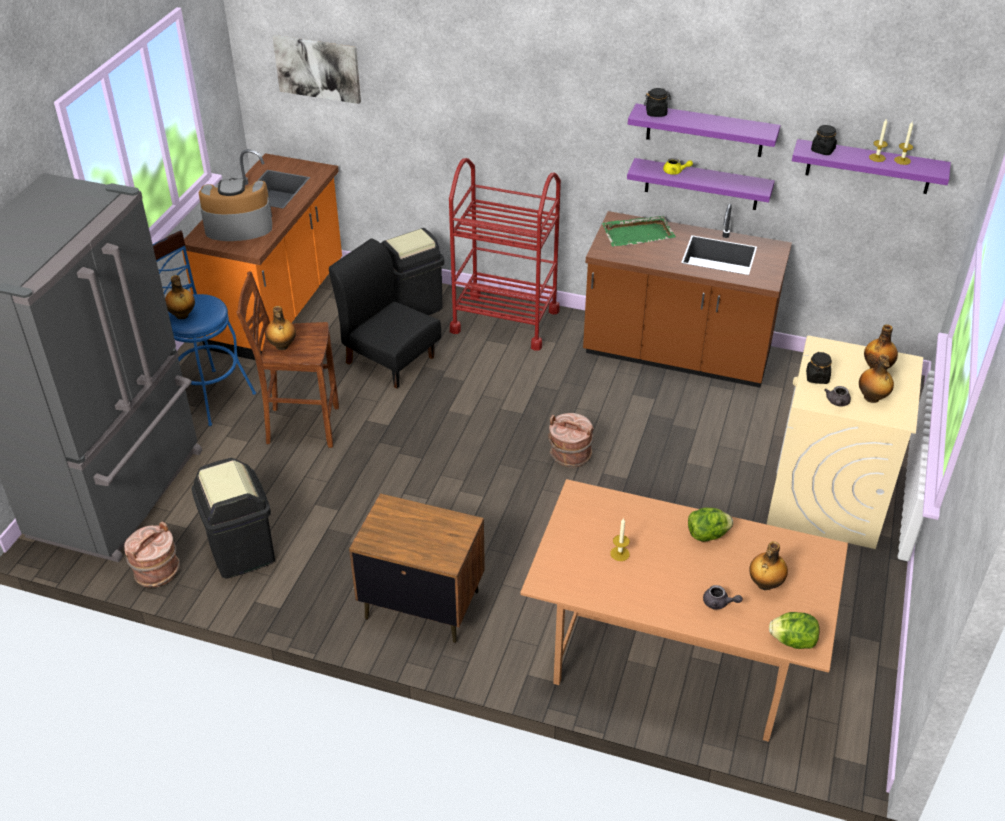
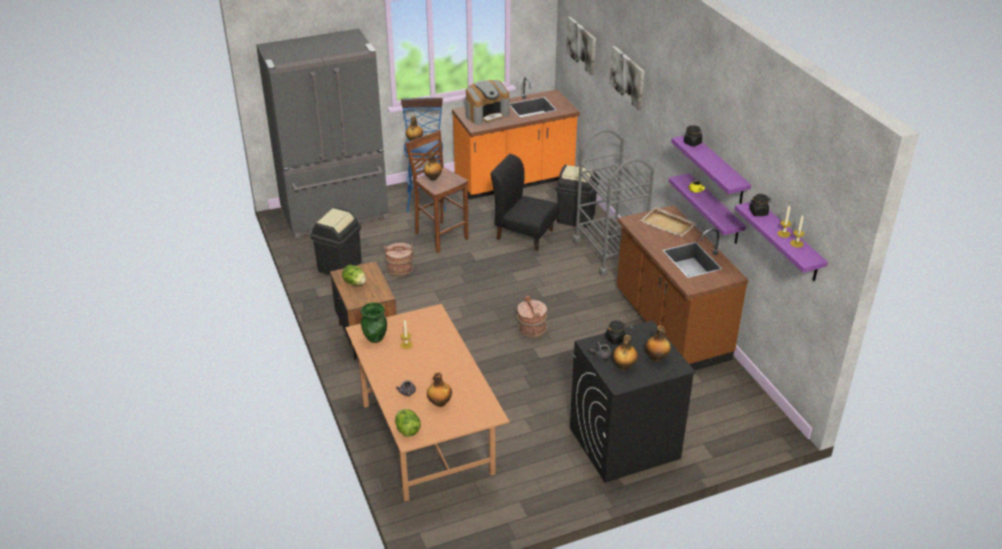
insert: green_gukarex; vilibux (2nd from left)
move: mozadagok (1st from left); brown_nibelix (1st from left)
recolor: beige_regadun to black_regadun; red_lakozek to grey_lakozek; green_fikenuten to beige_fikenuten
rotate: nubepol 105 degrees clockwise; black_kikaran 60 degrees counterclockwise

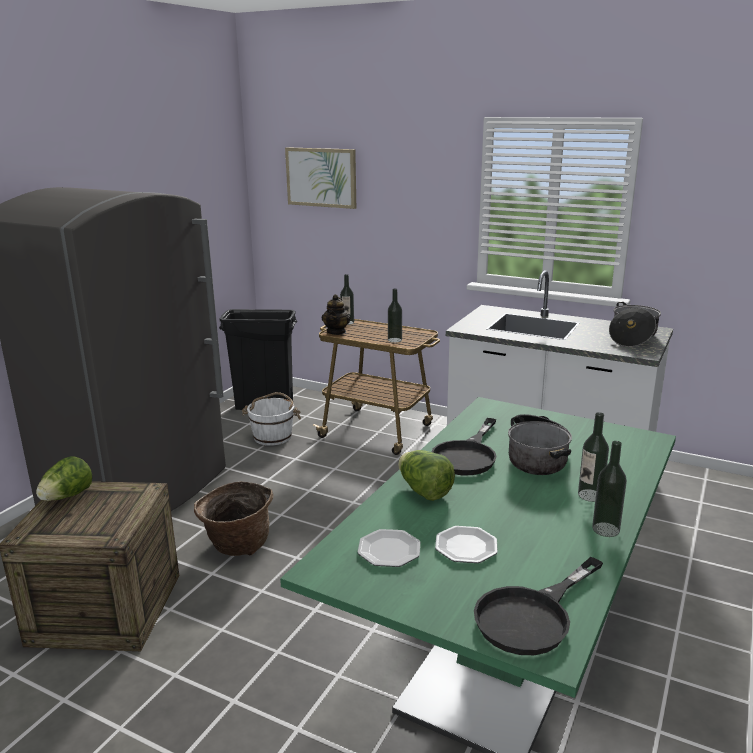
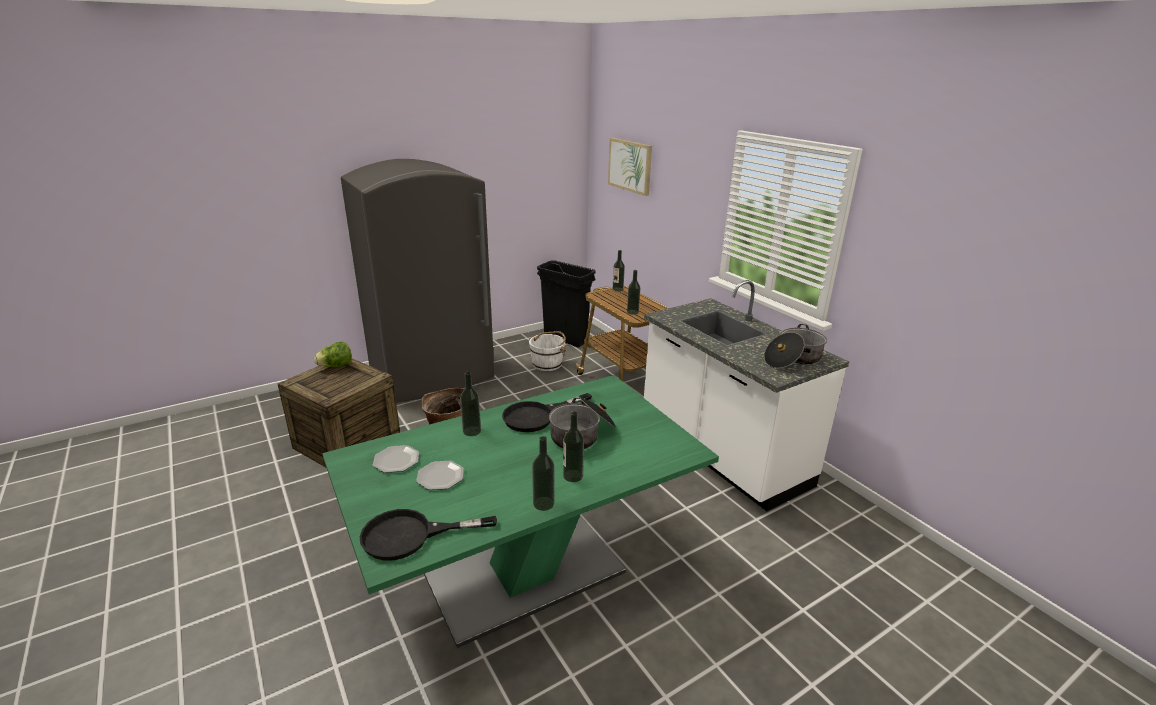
delete: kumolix
replace: mozadagok (2nd from left) to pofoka (1st from left)

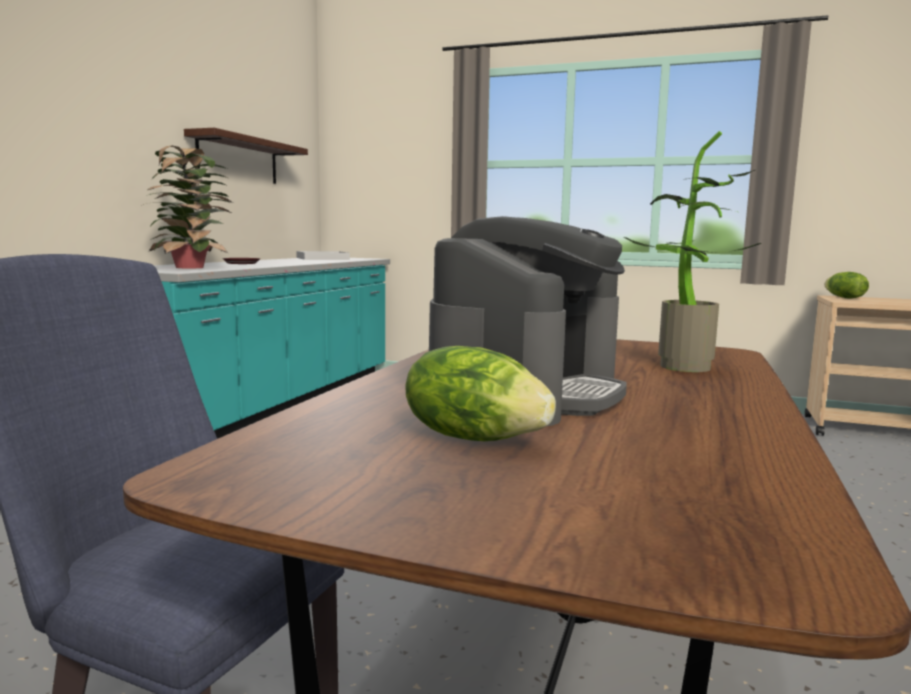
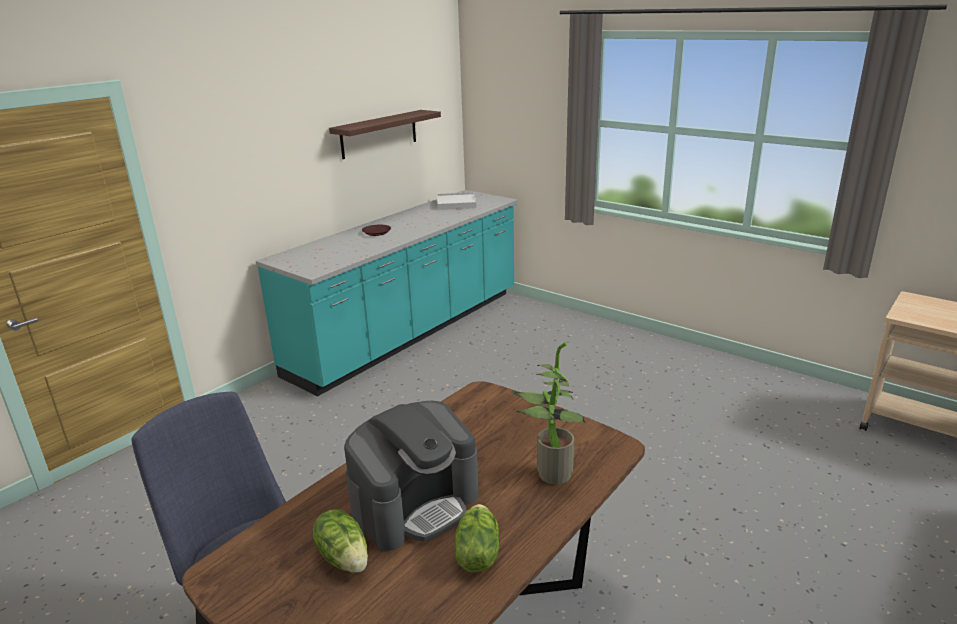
delete: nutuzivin (1st from left)
move: mozadagok (2nd from left)

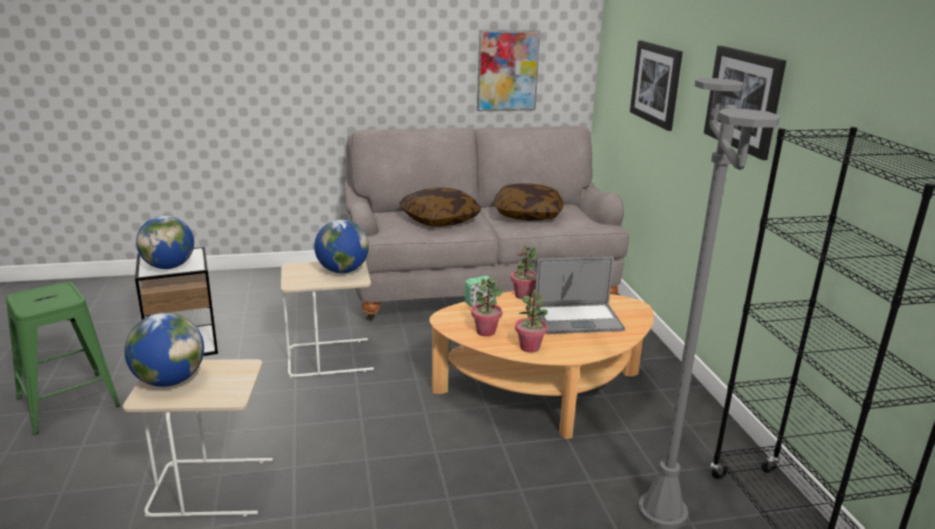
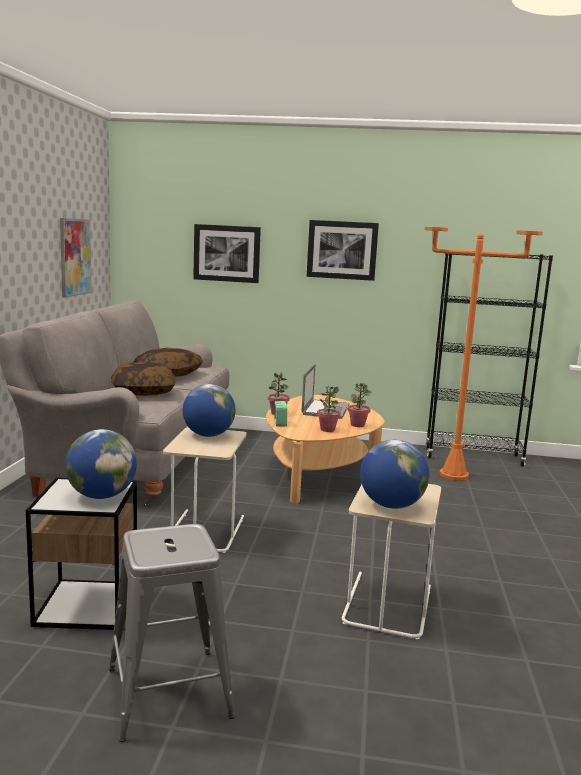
recolor: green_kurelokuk to grey_kurelokuk; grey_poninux to orange_poninux

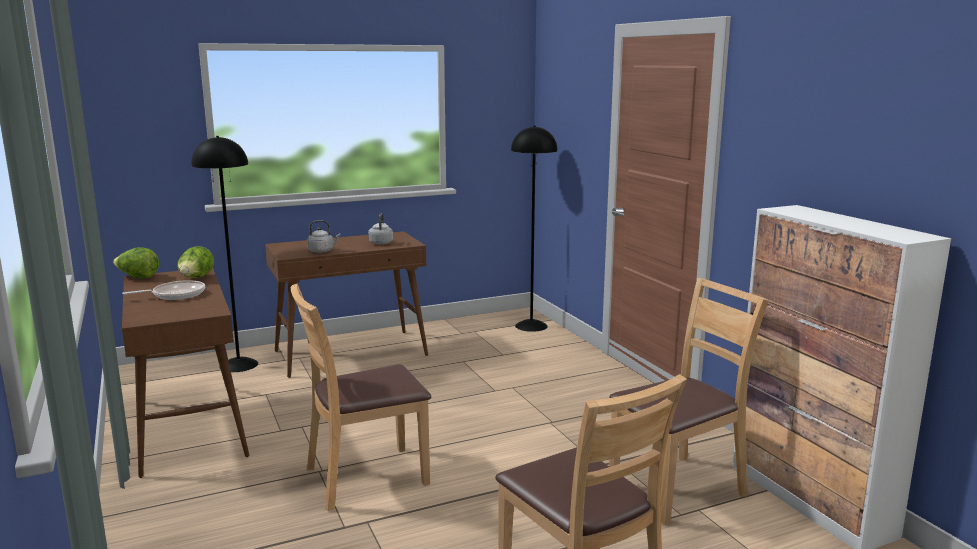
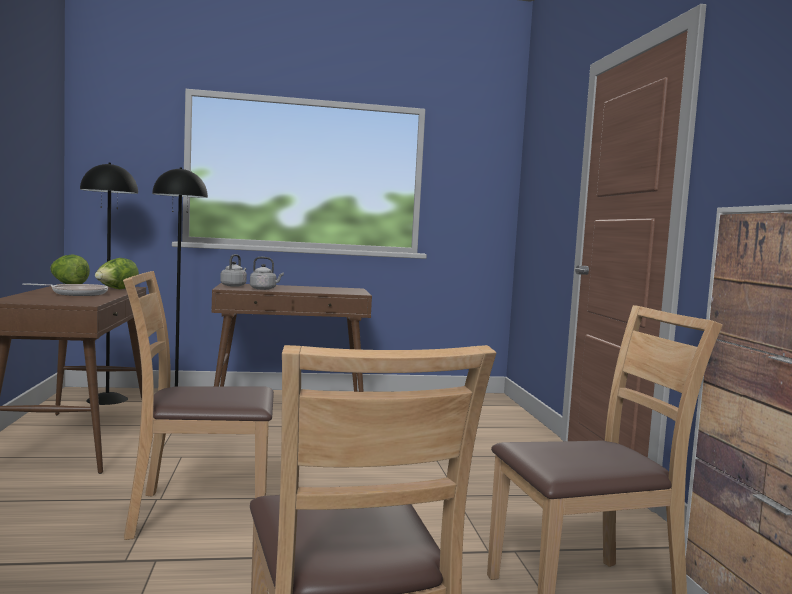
move: black_poninux (2nd from left in the first image) to black_poninux (1st from left); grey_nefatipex (2nd from left in the first image) to grey_nefatipex (1st from left)

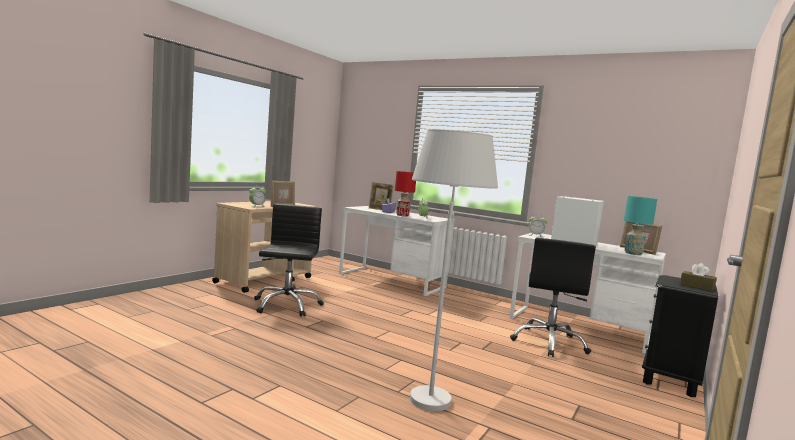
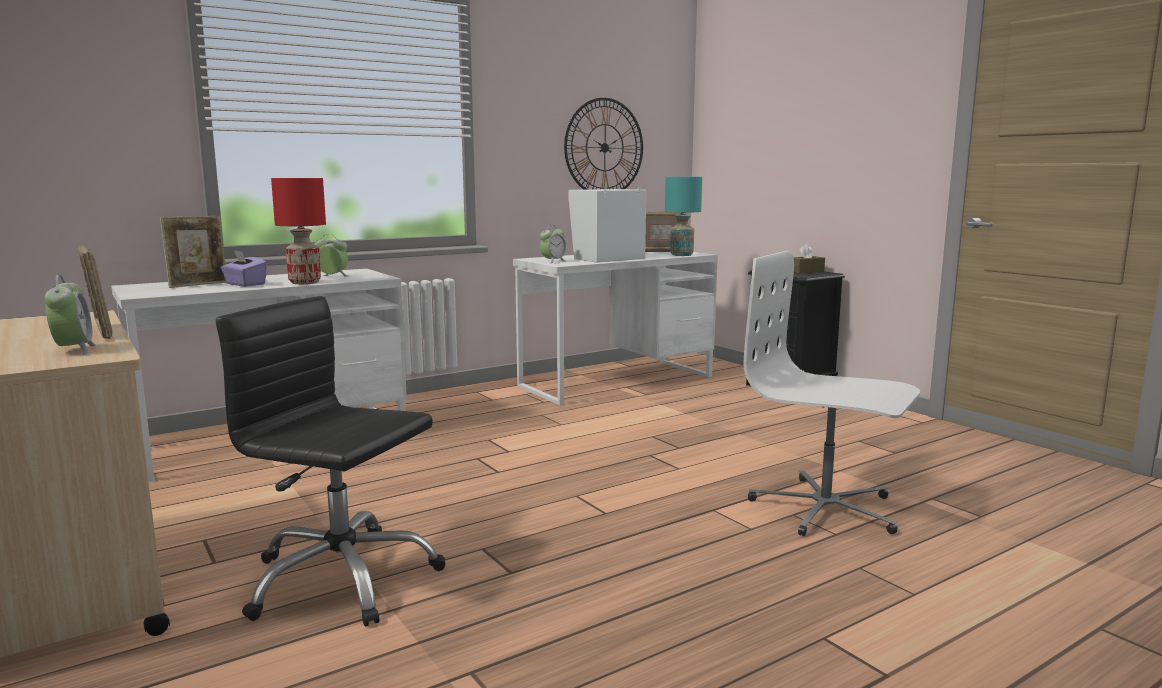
delete: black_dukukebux (2nd from left)
insert: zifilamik
replace: white_poninux to white_dukukebux

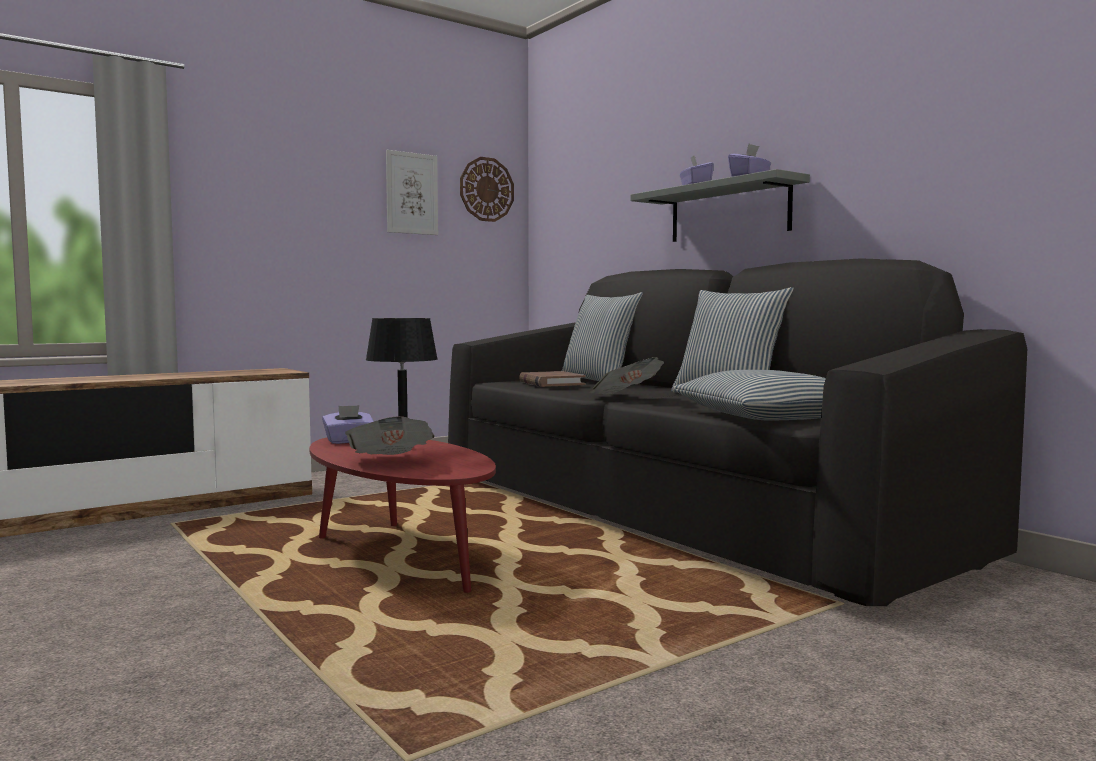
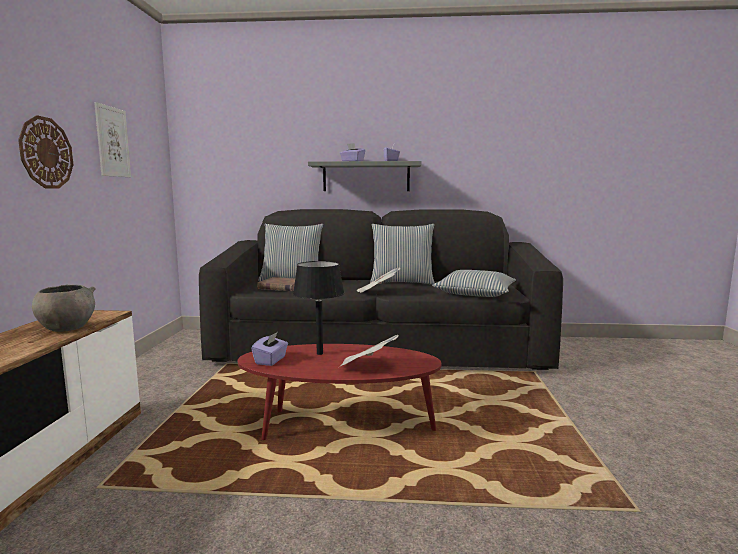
insert: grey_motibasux
move: zifilamik

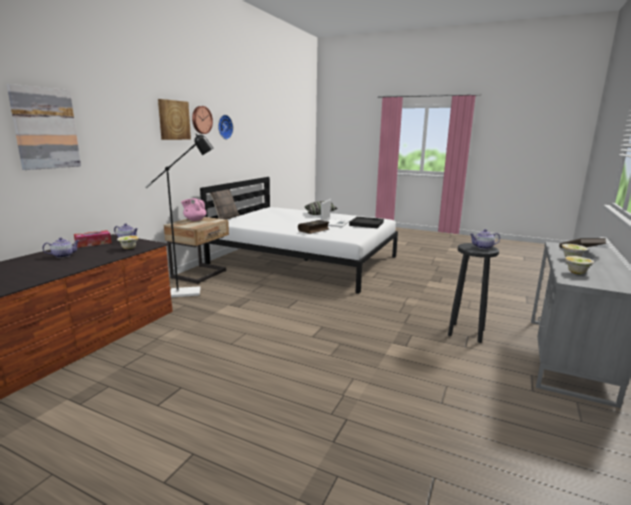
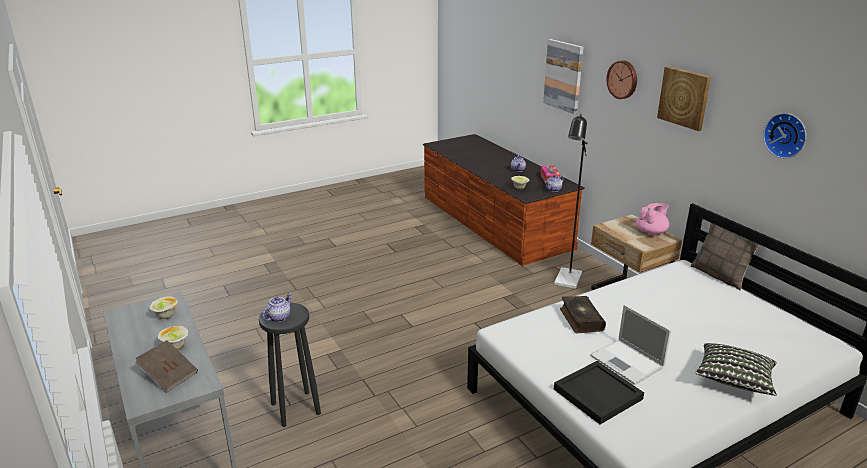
move: zifilamik (1st from left)

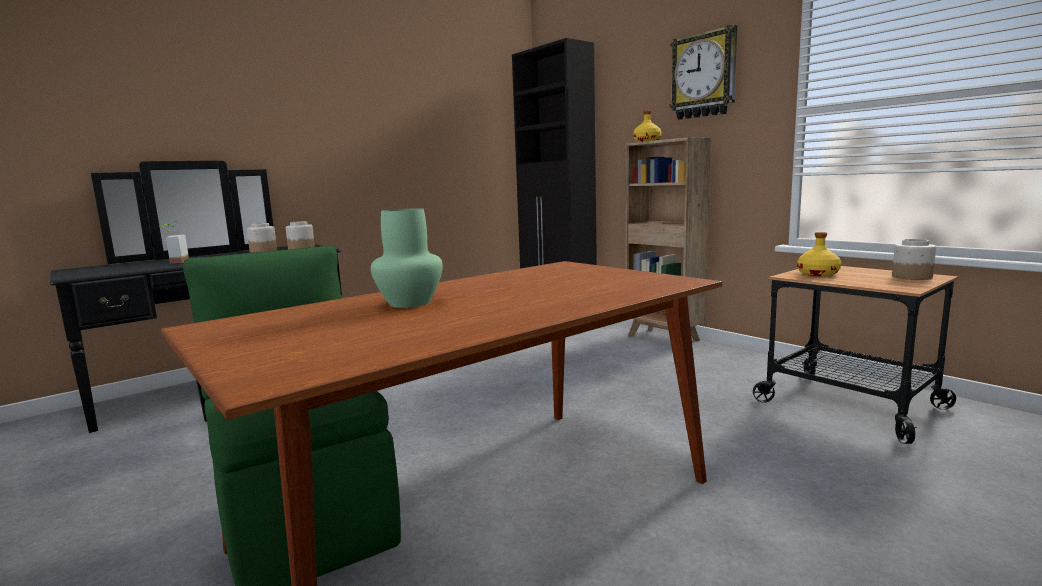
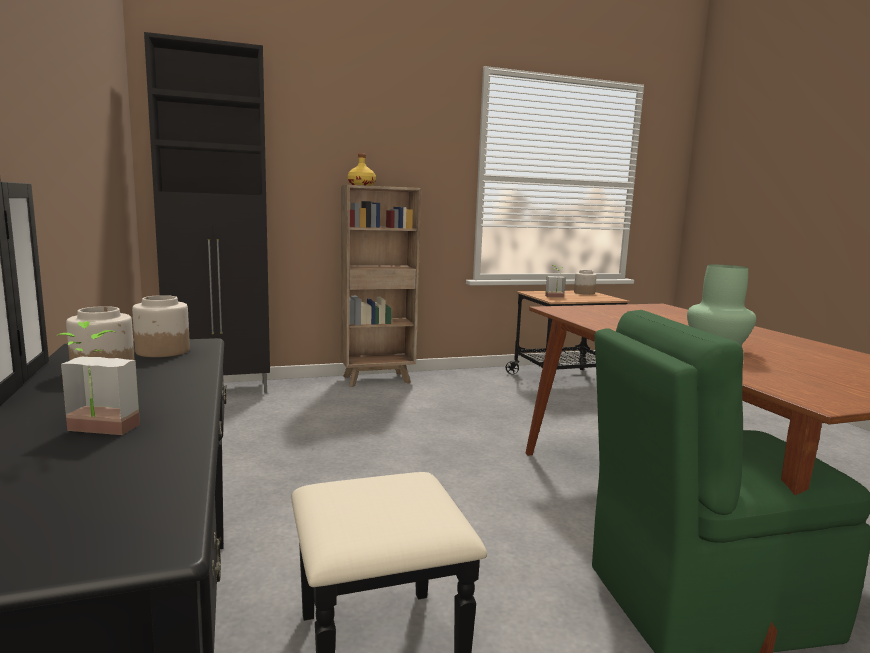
delete: zifilamik
replace: yellow_pofoka (2nd from left) to nutuzivin (2nd from left)

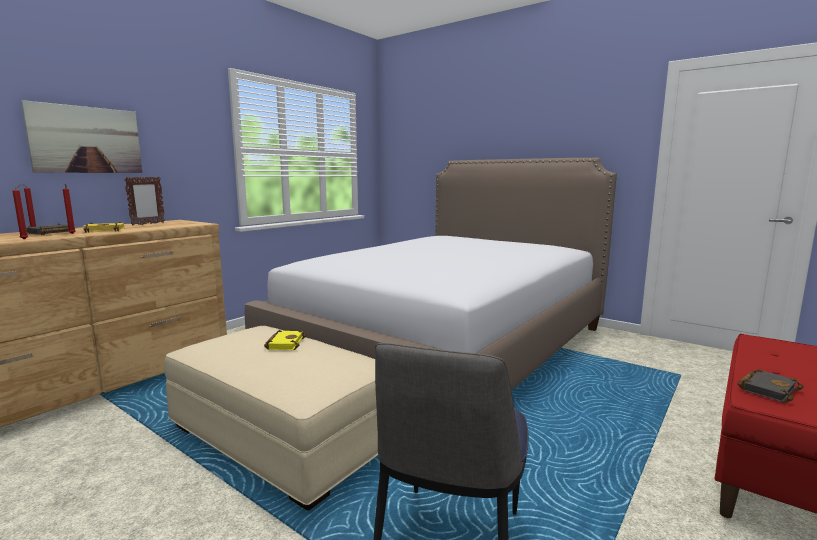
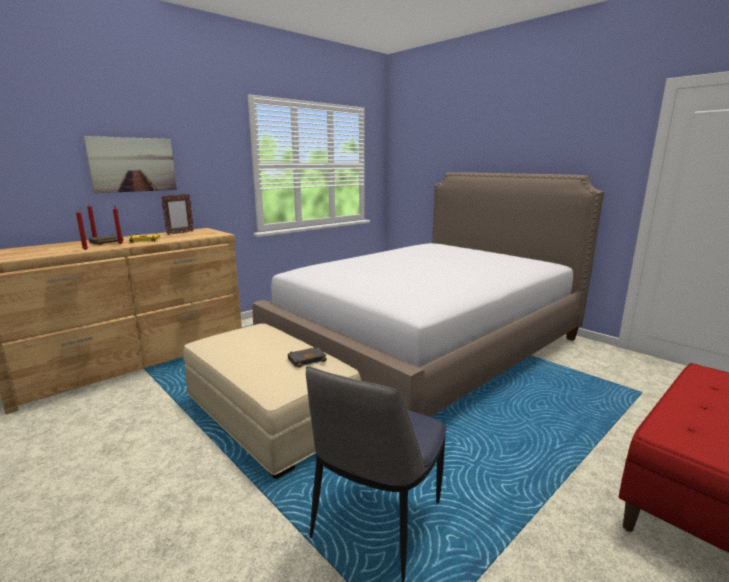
delete: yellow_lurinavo (2nd from left)
move: black_lurinavo (2nd from left)

